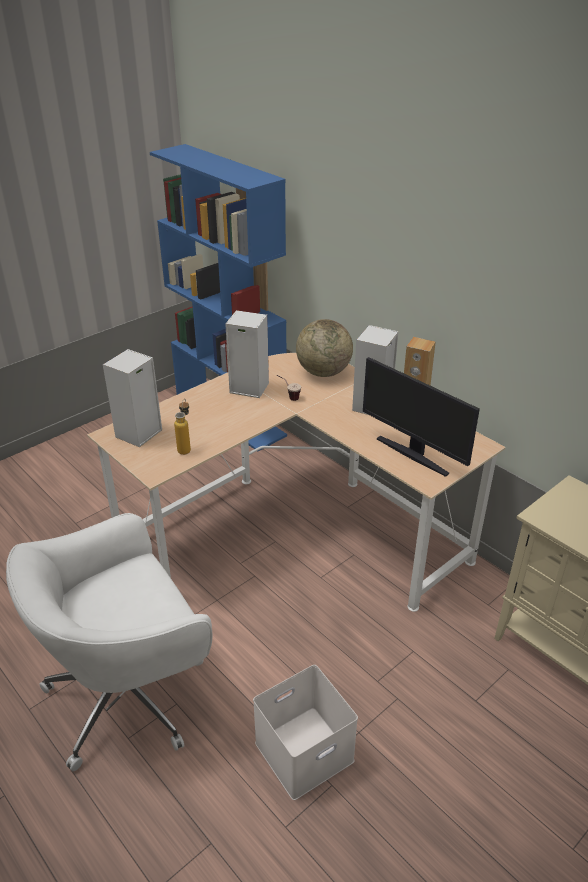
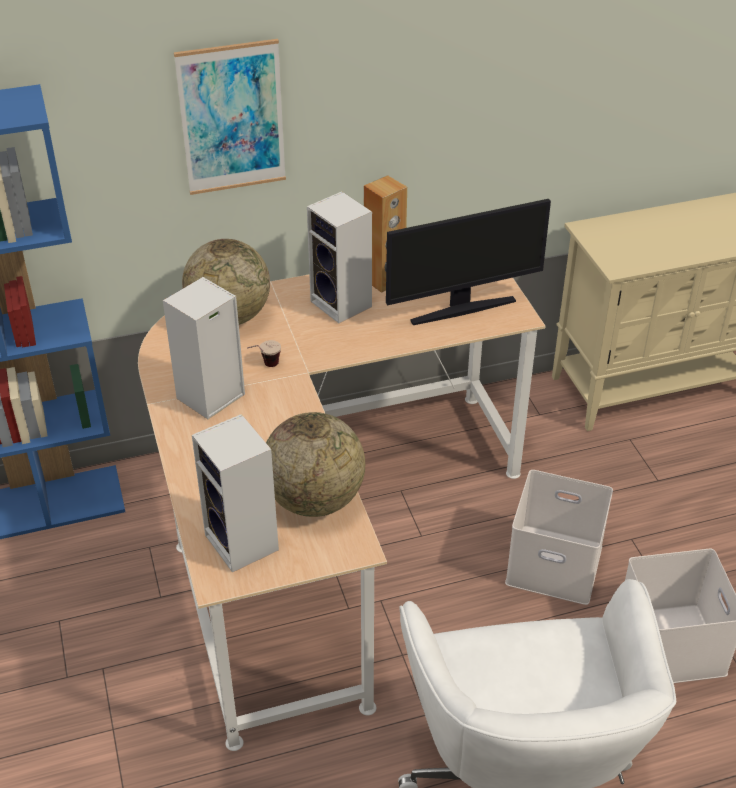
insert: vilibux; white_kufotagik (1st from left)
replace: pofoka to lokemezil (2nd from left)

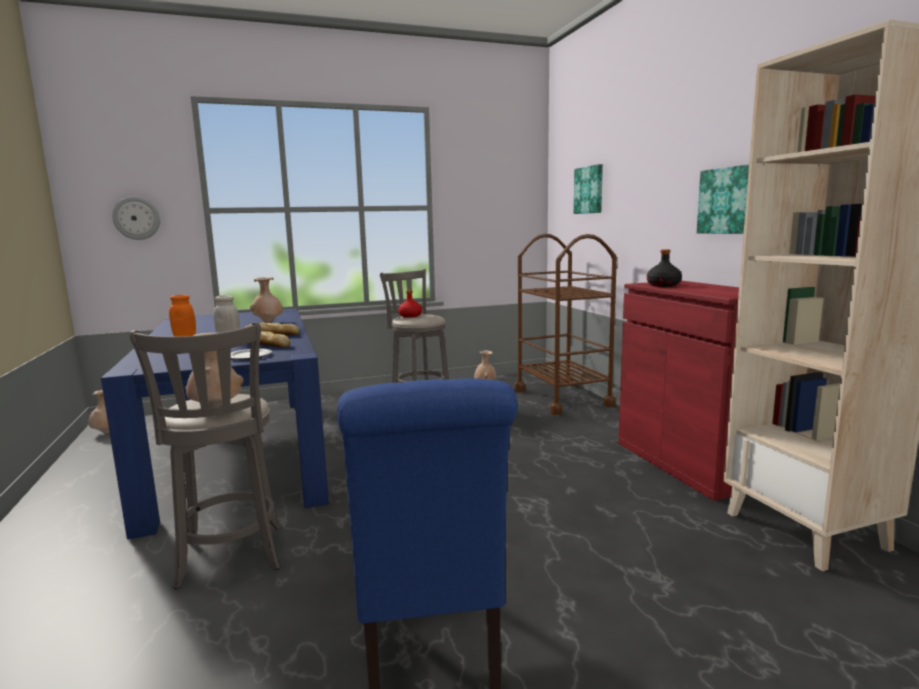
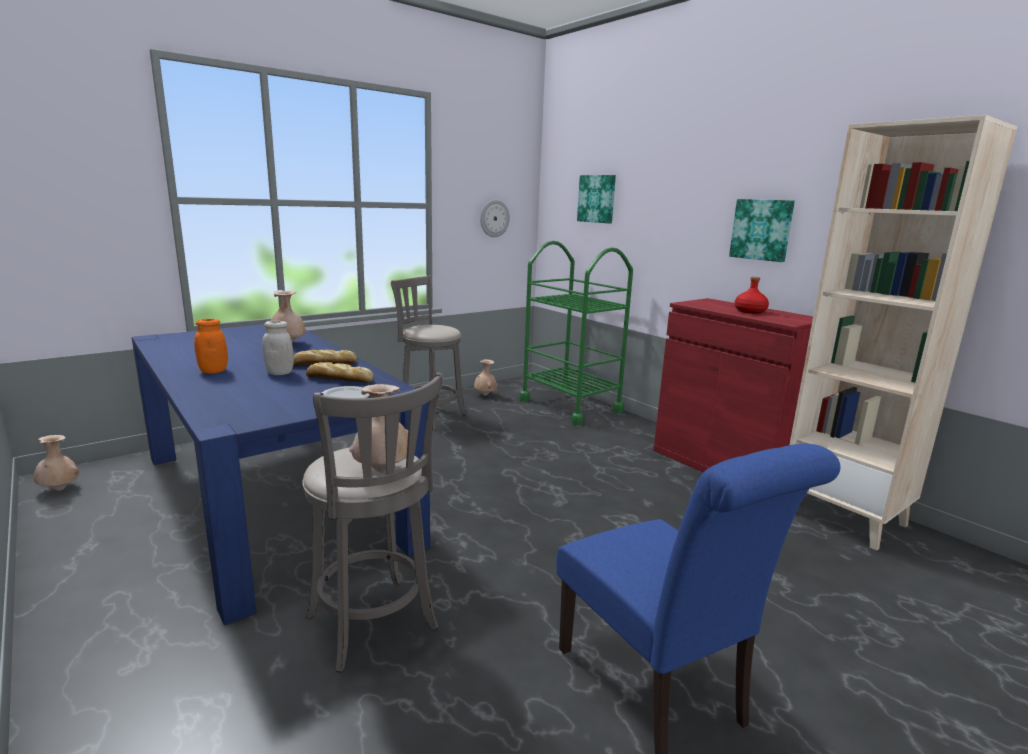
delete: black_pofoka
move: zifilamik; red_pofoka
recolor: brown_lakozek to green_lakozek

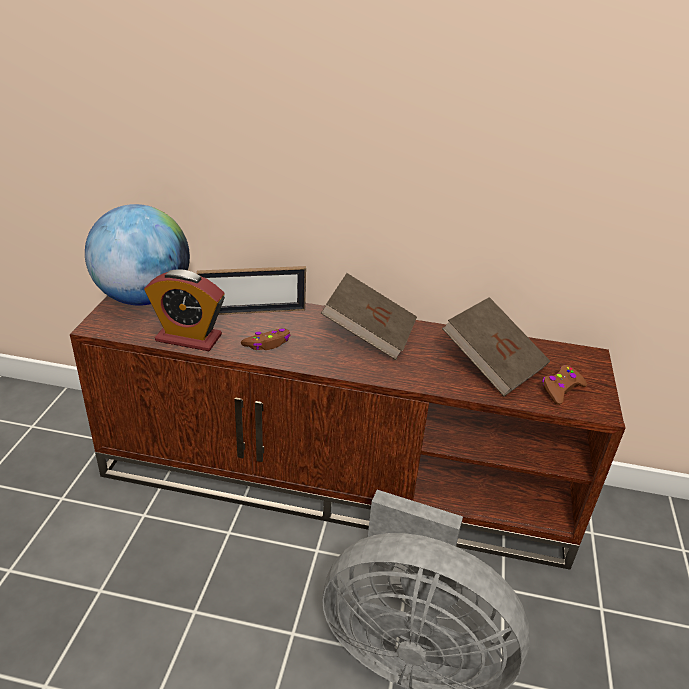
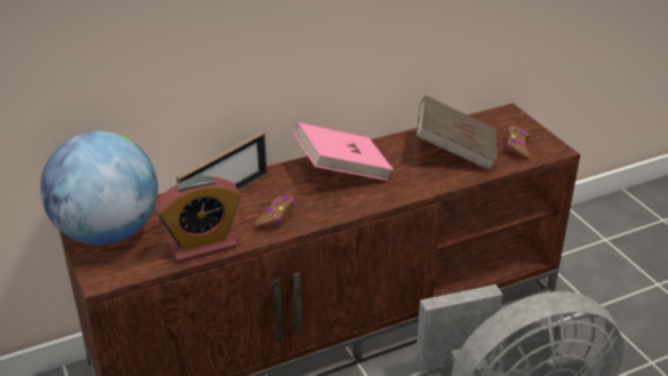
recolor: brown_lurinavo (1st from left) to pink_lurinavo

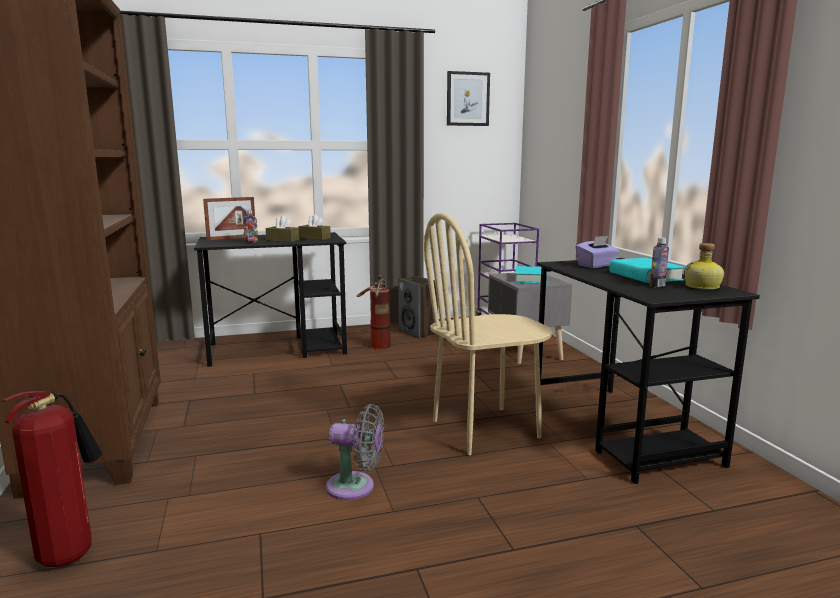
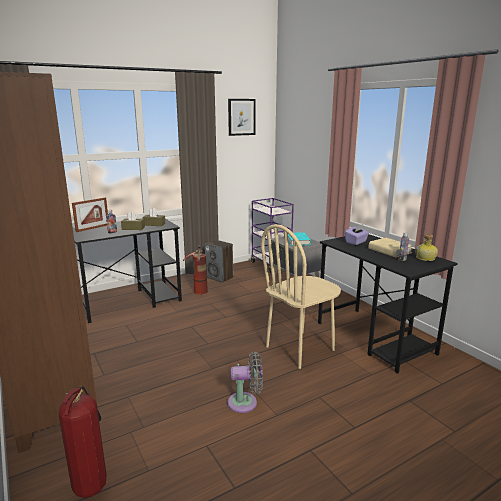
recolor: turquoise_lurinavo (2nd from left) to beige_lurinavo

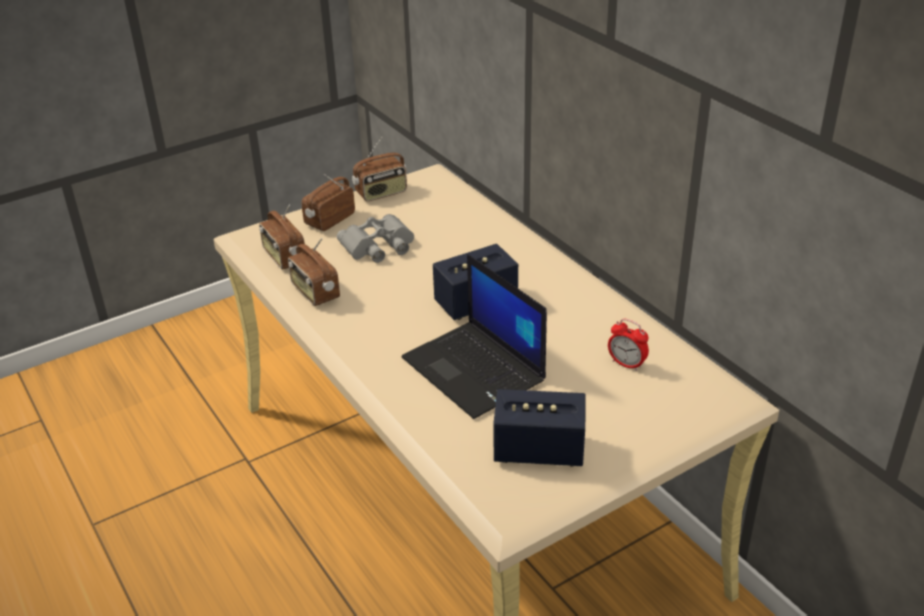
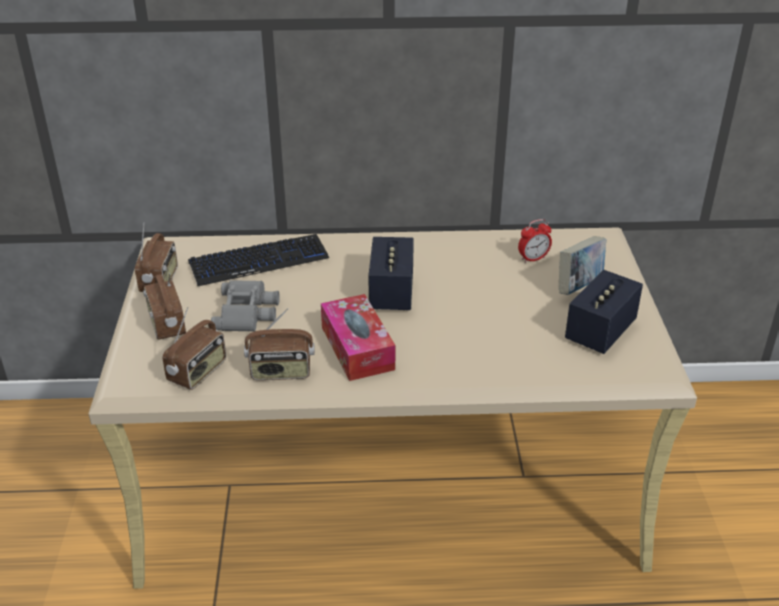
delete: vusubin
insert: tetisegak; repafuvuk; lurinavo
rotate: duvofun (1st from left in the first image) 60 degrees counterclockwise

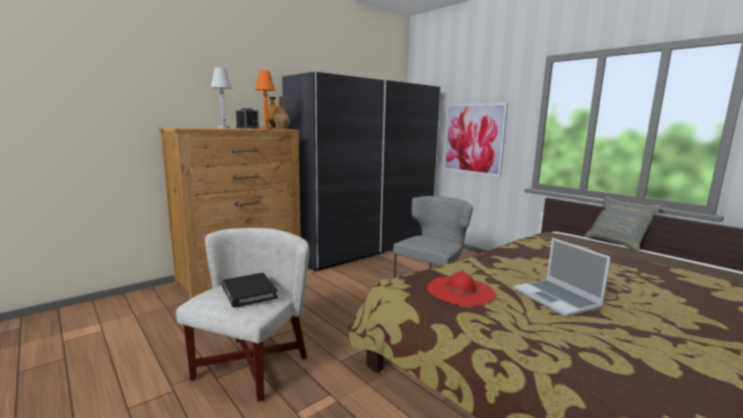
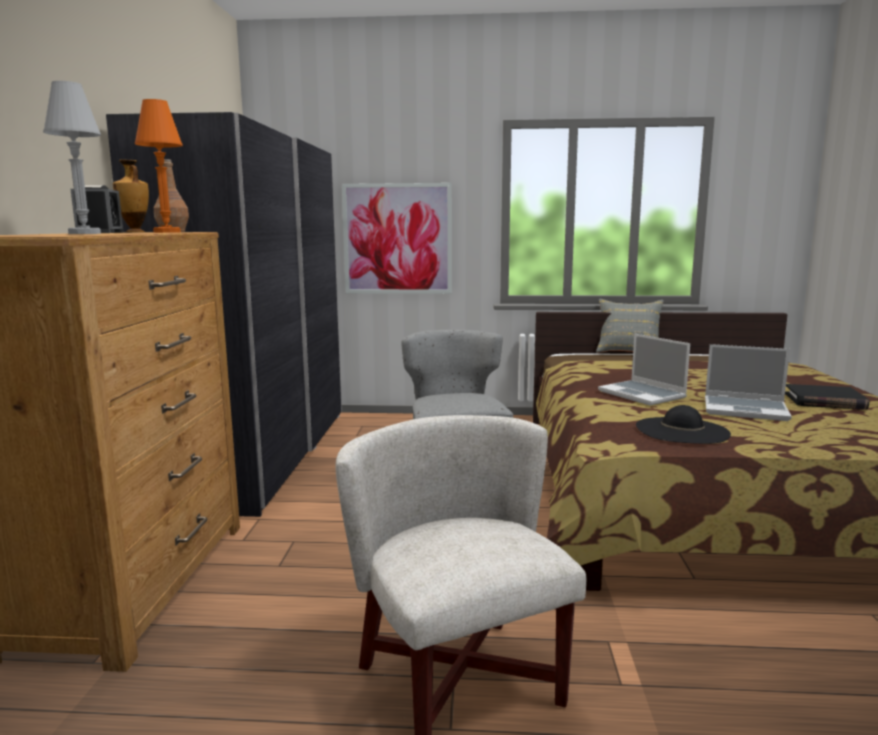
insert: vusubin (1st from left)
move: black_lurinavo
recolor: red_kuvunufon to black_kuvunufon

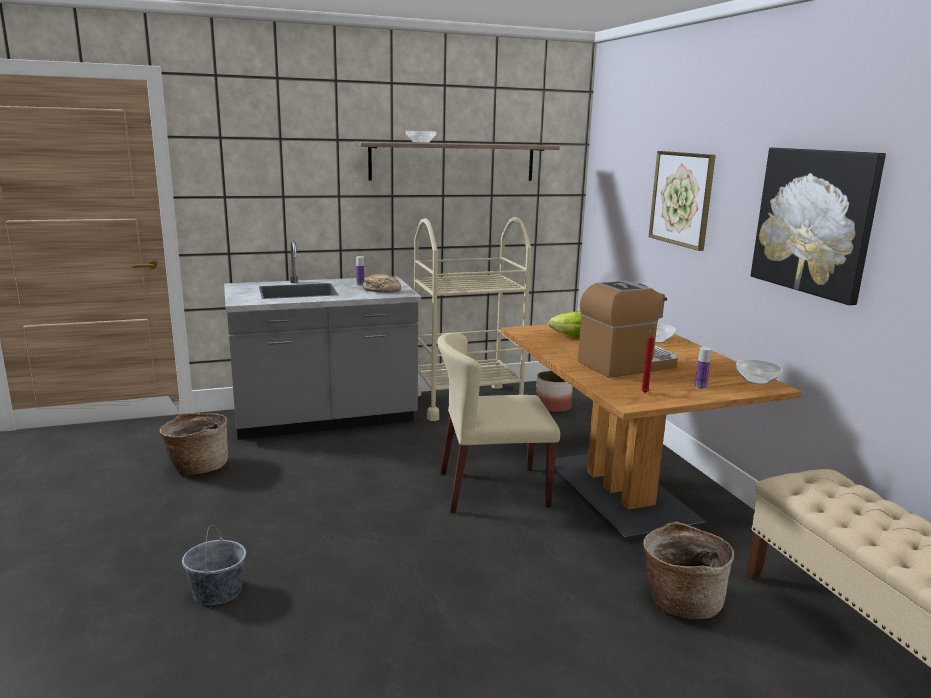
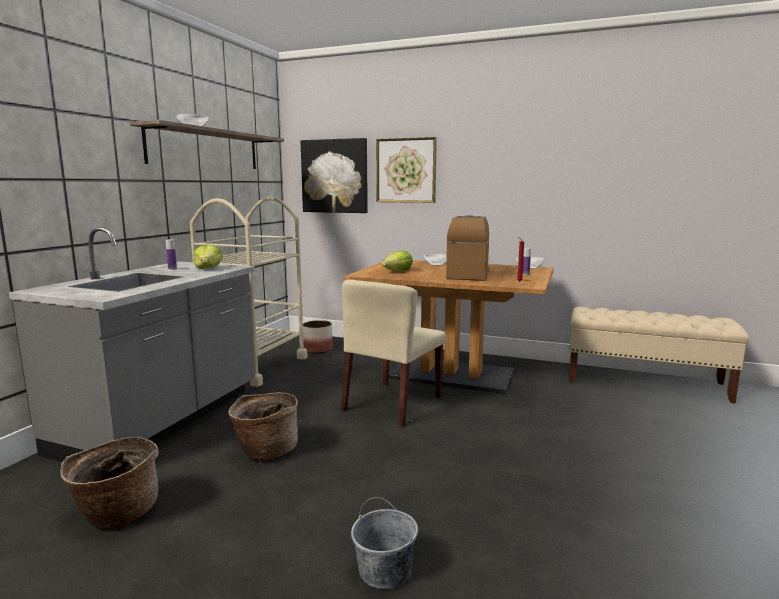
move: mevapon (2nd from left); vilibux (2nd from left in the first image) to vilibux (1st from left)
replace: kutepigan to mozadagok (1st from left)

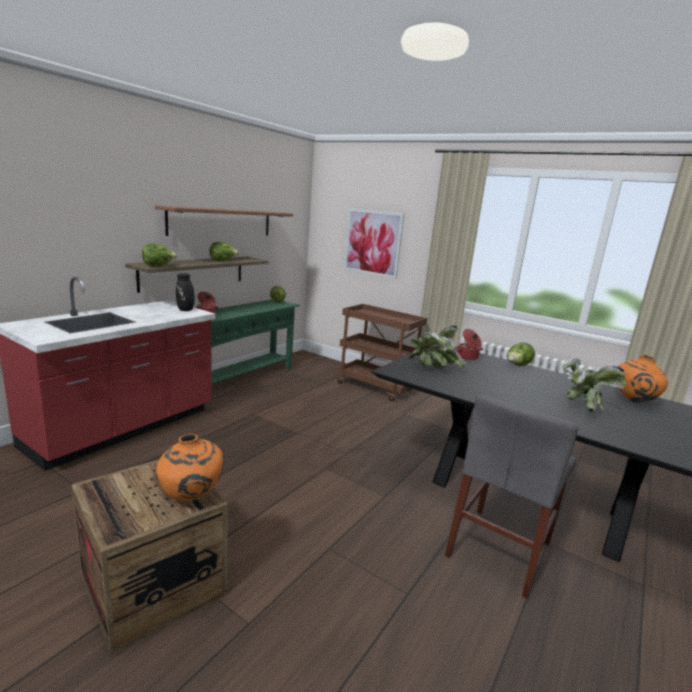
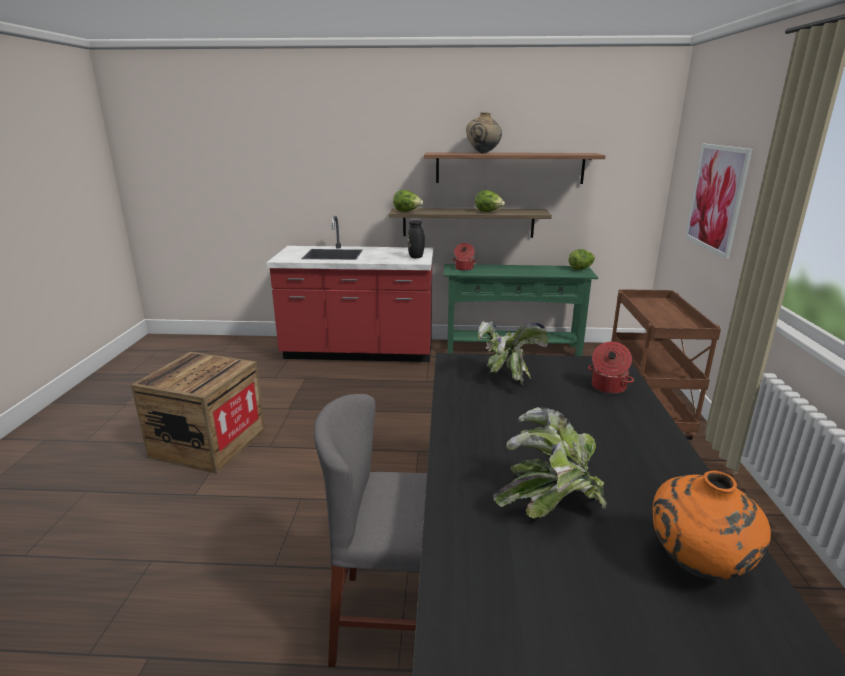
delete: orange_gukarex (1st from left); mozadagok (4th from left)
insert: beige_gukarex

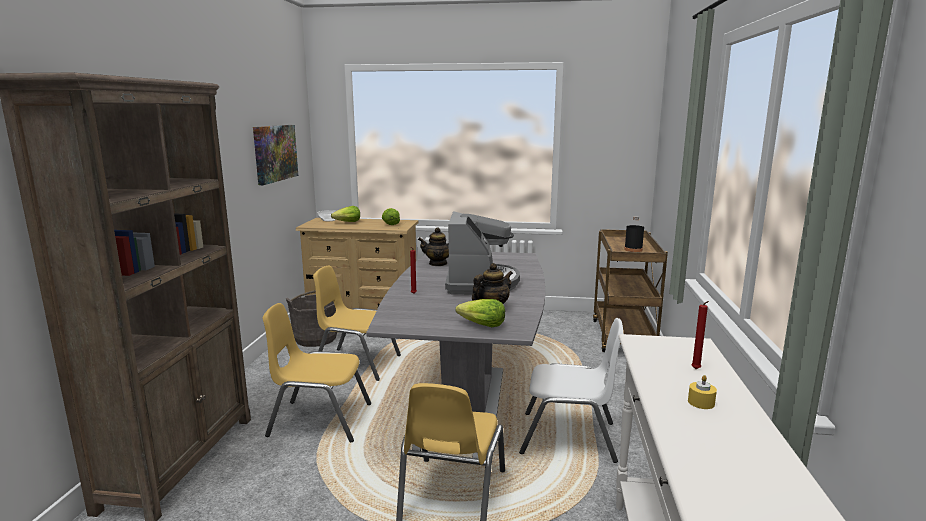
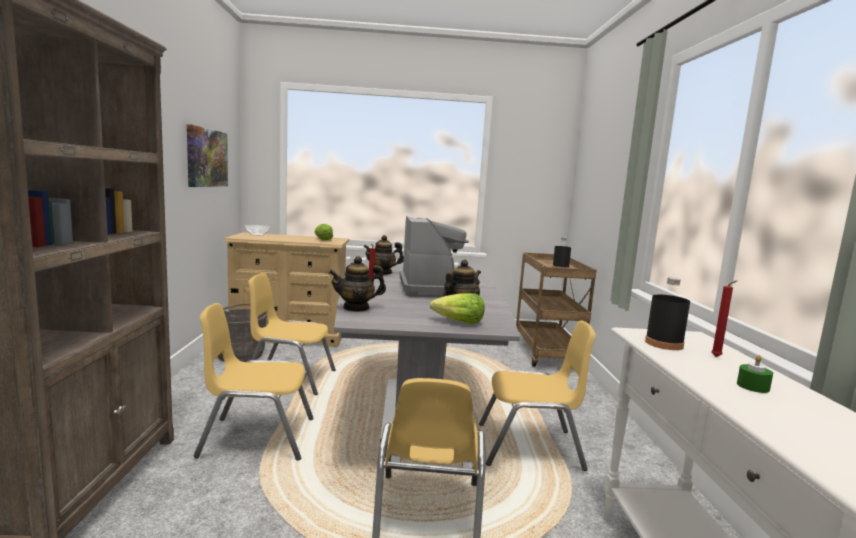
delete: mozadagok (1st from left)
insert: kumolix (1st from left); black_pofoka (2nd from left)
recolor: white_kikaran to yellow_kikaran (4th from left); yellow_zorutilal to green_zorutilal

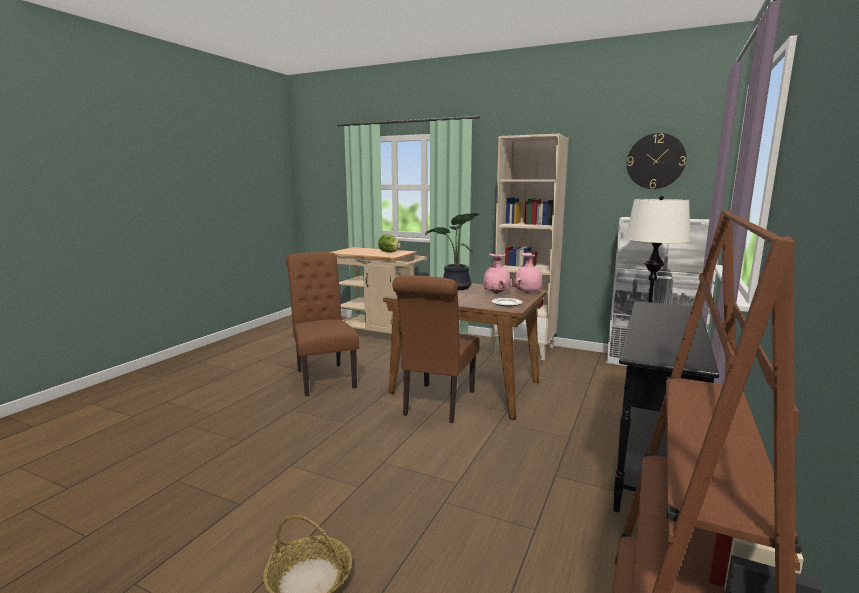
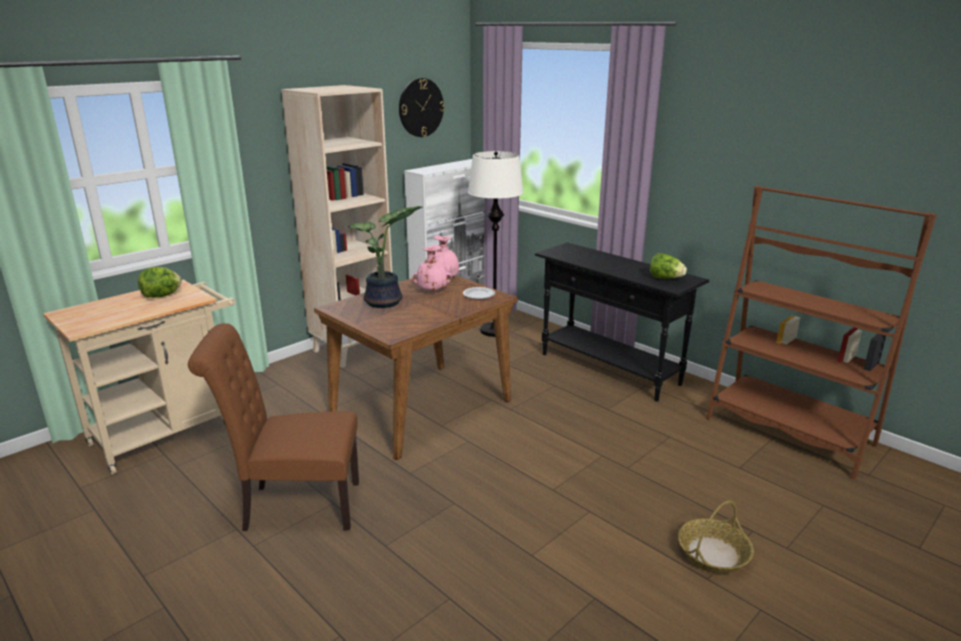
delete: brown_kikaran (2nd from left)
insert: mozadagok (2nd from left)

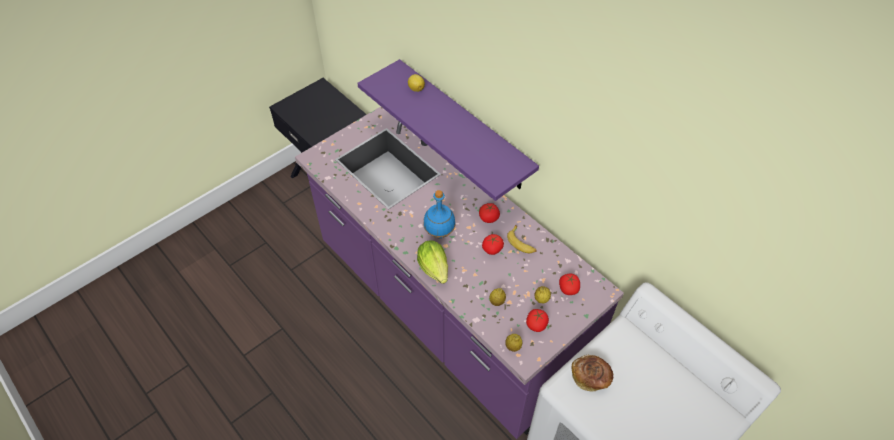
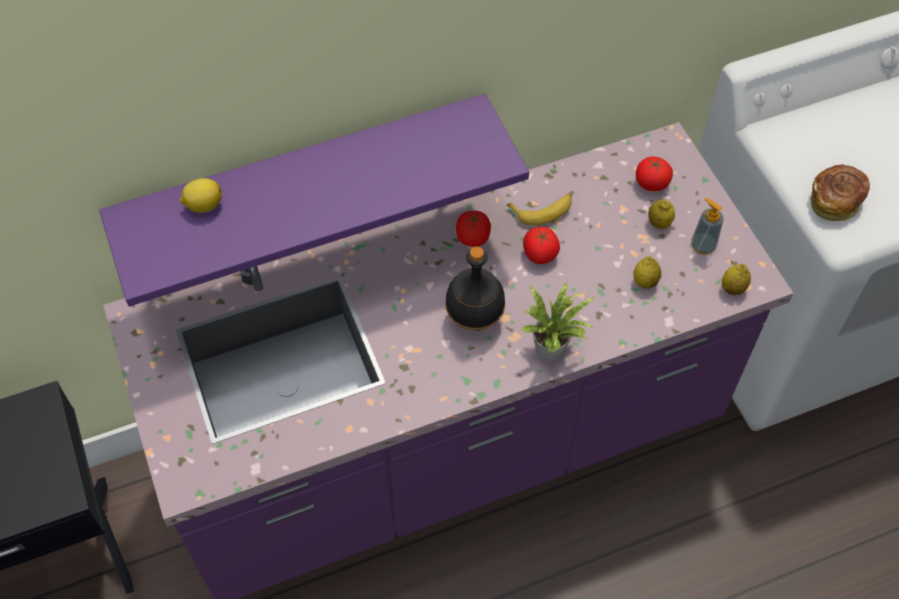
replace: mozadagok to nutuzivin; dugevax (3rd from left) to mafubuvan
recolor: blue_pofoka to black_pofoka

